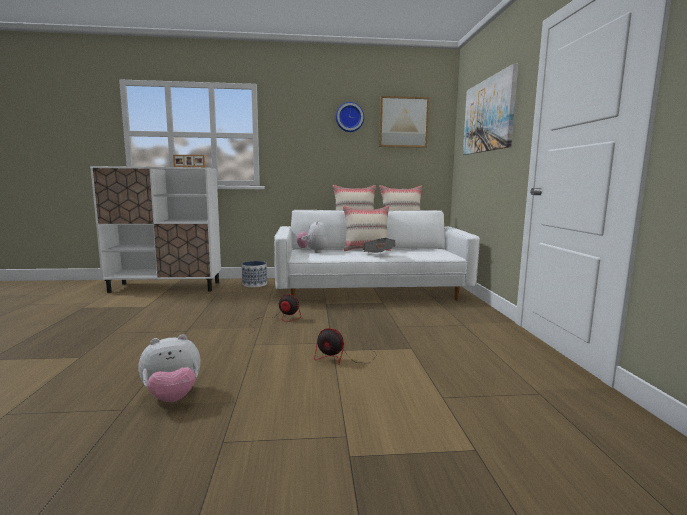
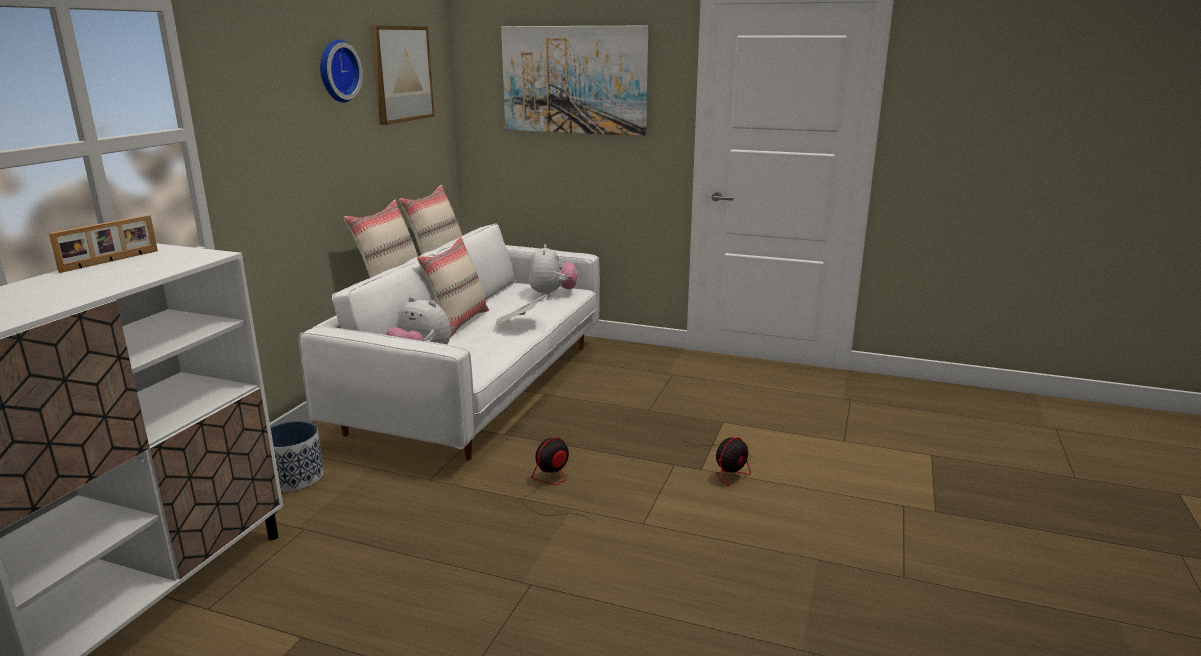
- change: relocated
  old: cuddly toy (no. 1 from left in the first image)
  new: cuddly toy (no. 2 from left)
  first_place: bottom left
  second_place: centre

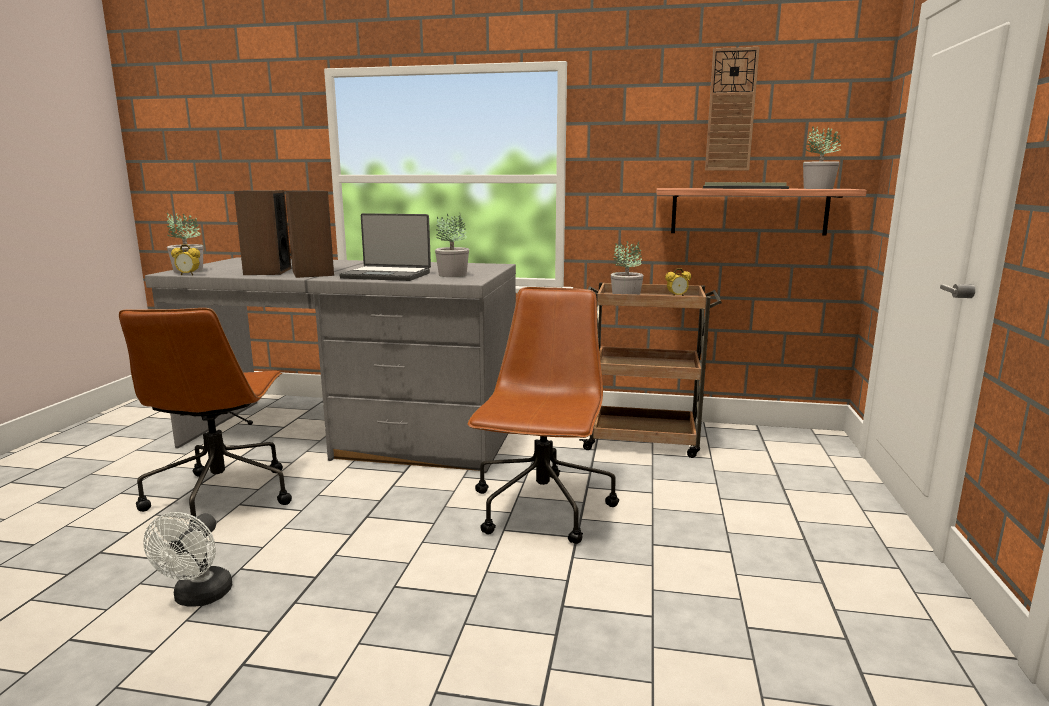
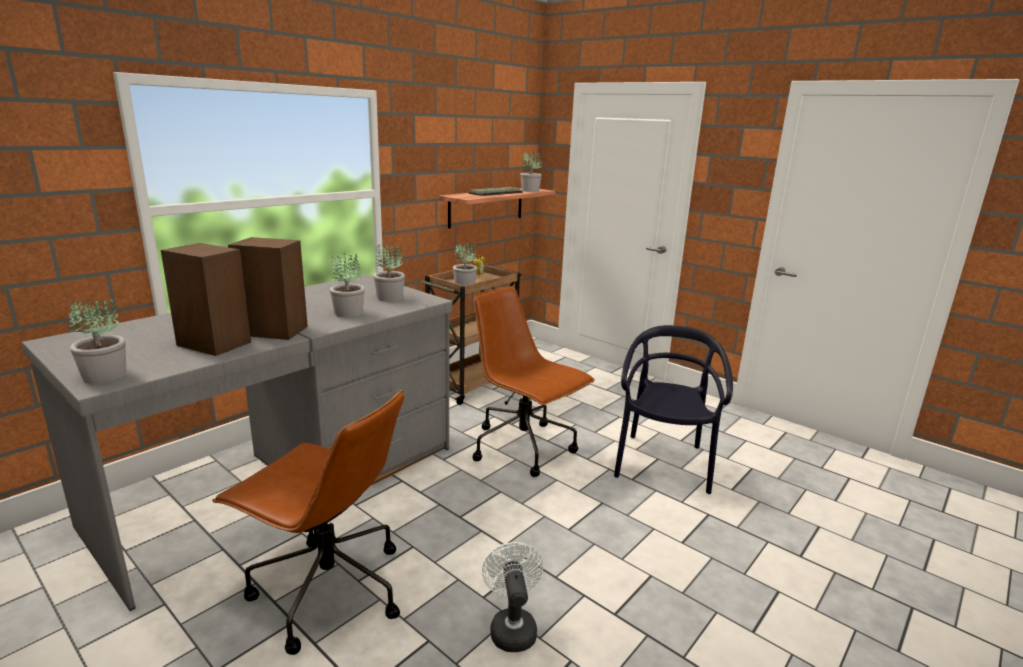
- change: exchanged
  old: notebook computer
  new: potted plant (no. 2 from left)
  first_place: centre
  second_place: centre
- change: spun
  old: white fan
  first_place: bottom left
  second_place: bottom centre
  degrees: -135
- change: appeared
  new: black-coloured upright chair
  second_place: centre
- change: missing
  old: bedside clock (no. 1 from left)
  first_place: middle left
- change: missing
  old: wall clock
  first_place: top right

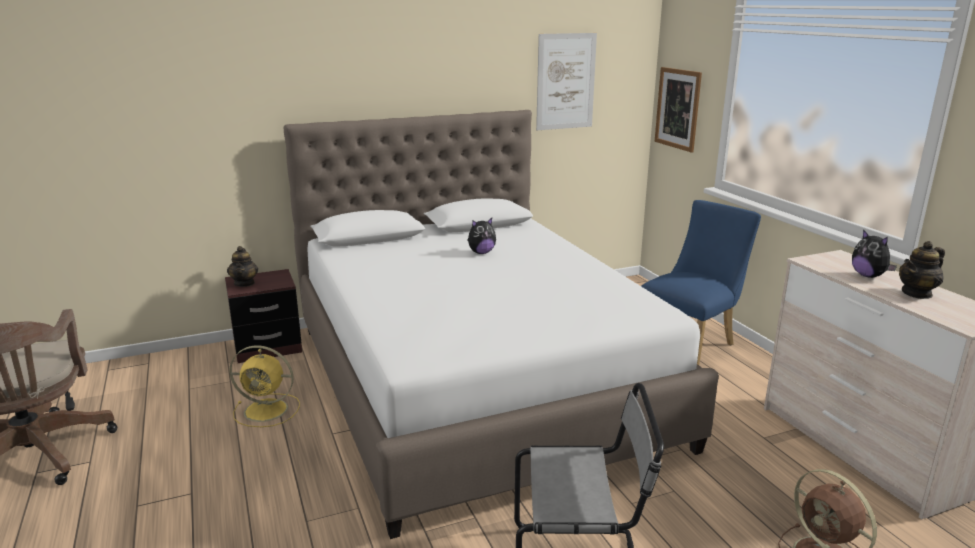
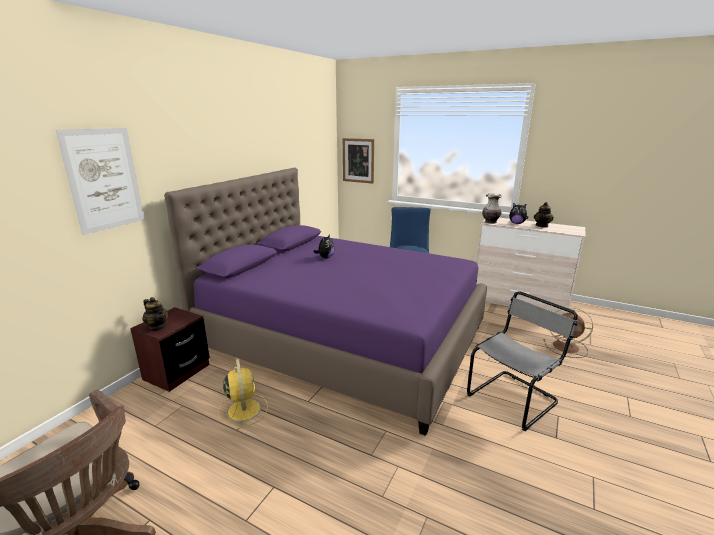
- change: relocated
  old: wall picture (no. 1 from left)
  first_place: top centre
  second_place: middle left
- change: colour
  old: white bedroom bed
  new: purple bedroom bed
  first_place: centre
  second_place: centre
- change: spun
  old: yellow-coloured fan
  first_place: bottom left
  second_place: bottom centre
  degrees: -75
- change: appeared
  new: flower vase
  second_place: middle right

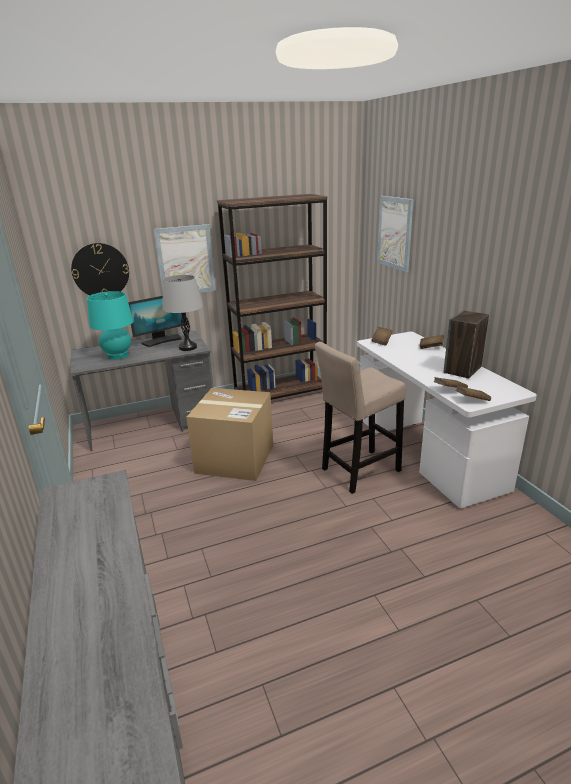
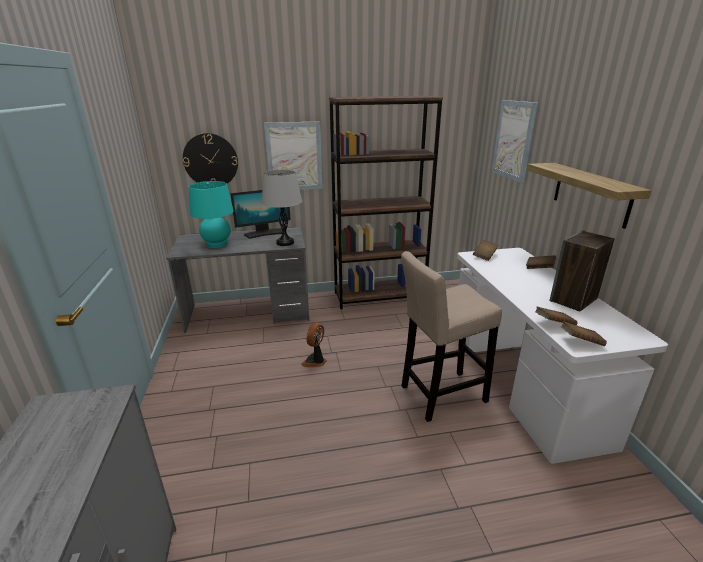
- change: exchanged
  old: carton
  new: fan
  first_place: centre
  second_place: centre
- change: appeared
  new: shelf
  second_place: middle right

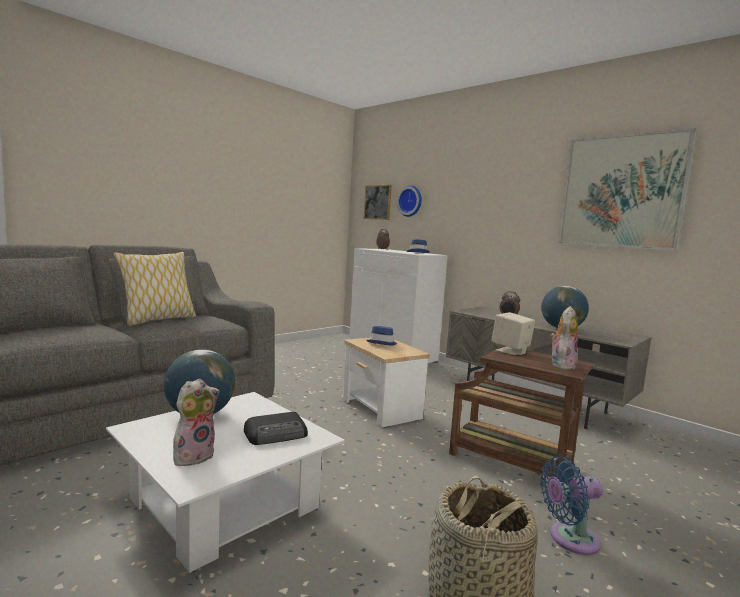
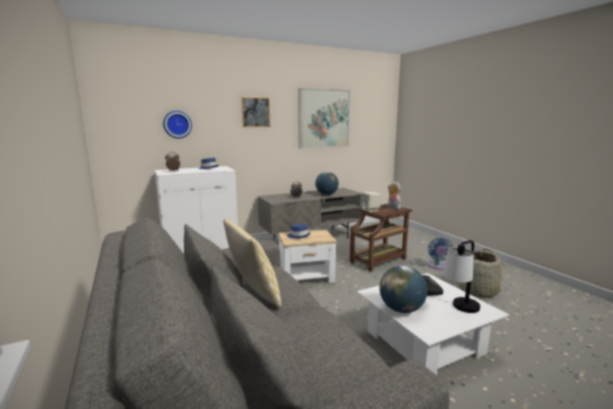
- change: relocated
  old: wall picture (no. 1 from left)
  first_place: centre
  second_place: top centre
- change: exchanged
  old: cuddly toy (no. 1 from left)
  new: tabletop lamp
  first_place: bottom left
  second_place: bottom right

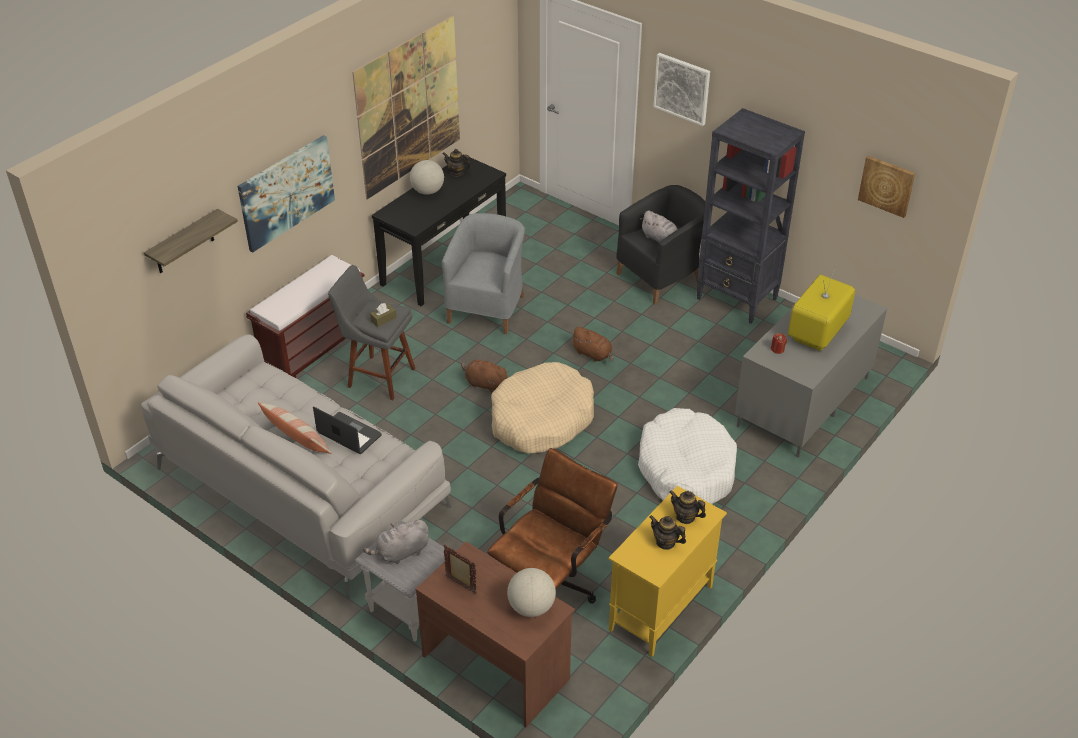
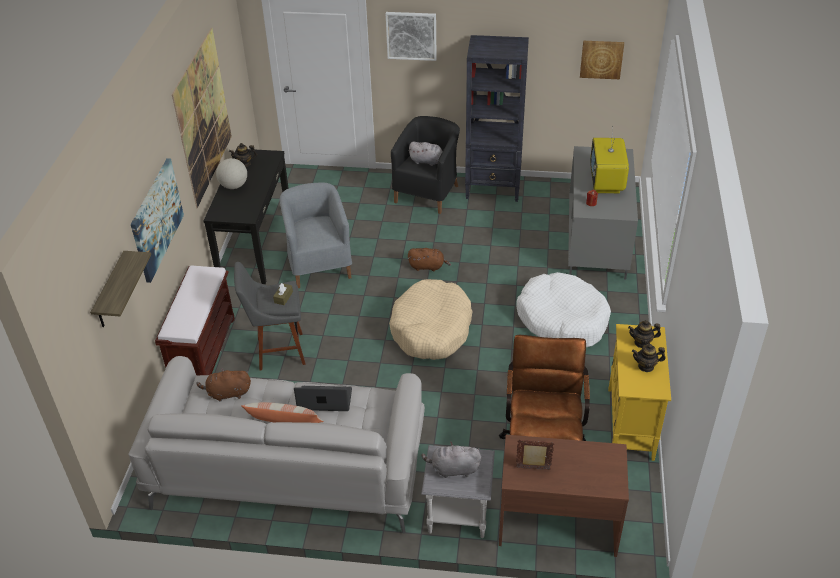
- change: relocated
  old: brown cuddly toy (no. 1 from left)
  first_place: centre
  second_place: middle left
- change: spun
  old: grey cuddly toy (no. 1 from left in the first image)
  first_place: bottom centre
  second_place: bottom centre
  degrees: 60
- change: missing
  old: globe (no. 2 from left)
  first_place: bottom centre

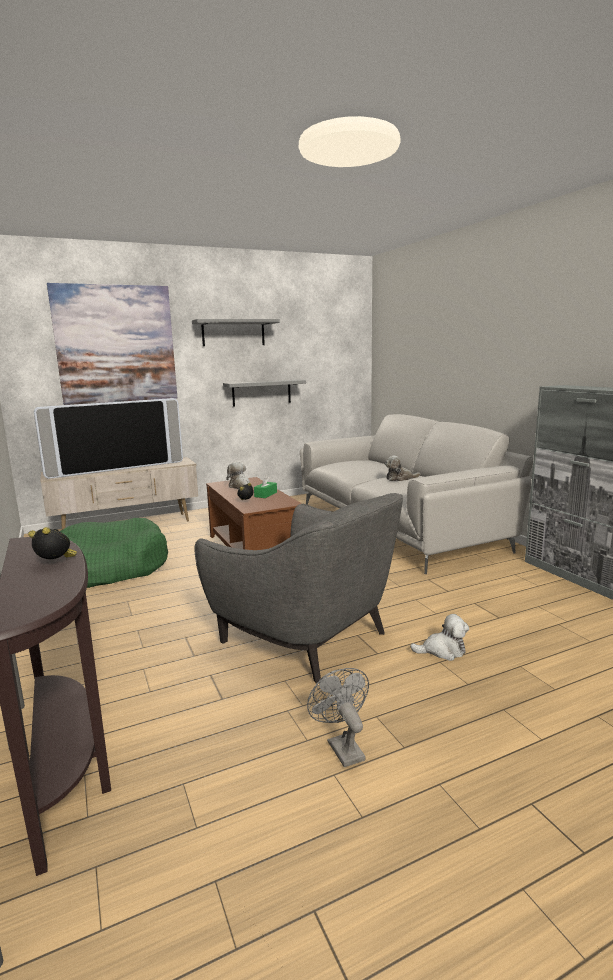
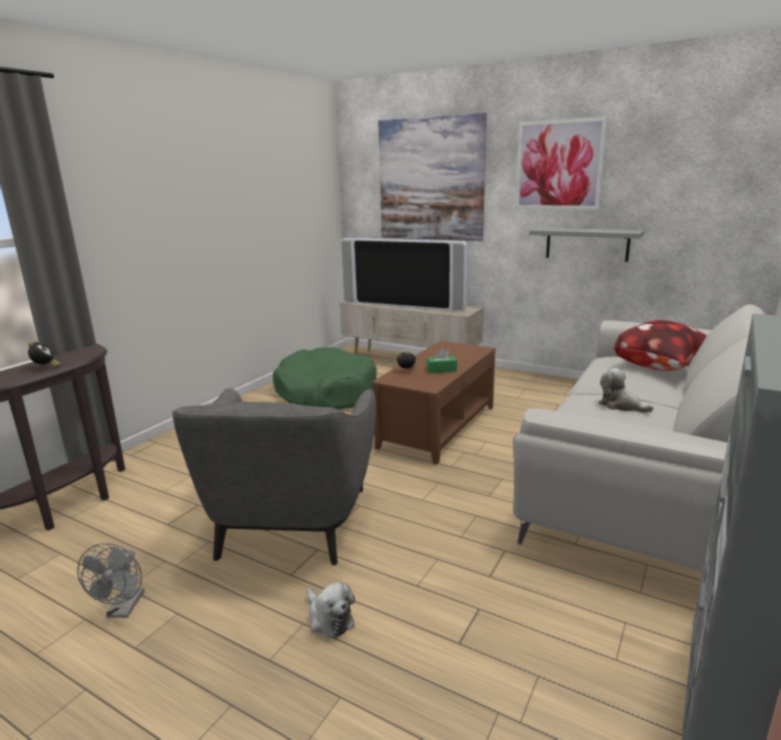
- change: spun
  old: grey fan
  first_place: bottom centre
  second_place: bottom left
  degrees: 150
- change: exchanged
  old: grey shelf (no. 1 from left)
  new: wall picture (no. 2 from left)
  first_place: centre
  second_place: top right
- change: appeared
  new: throw pillow
  second_place: middle right
- change: missing
  old: cuddly toy (no. 1 from left)
  first_place: centre

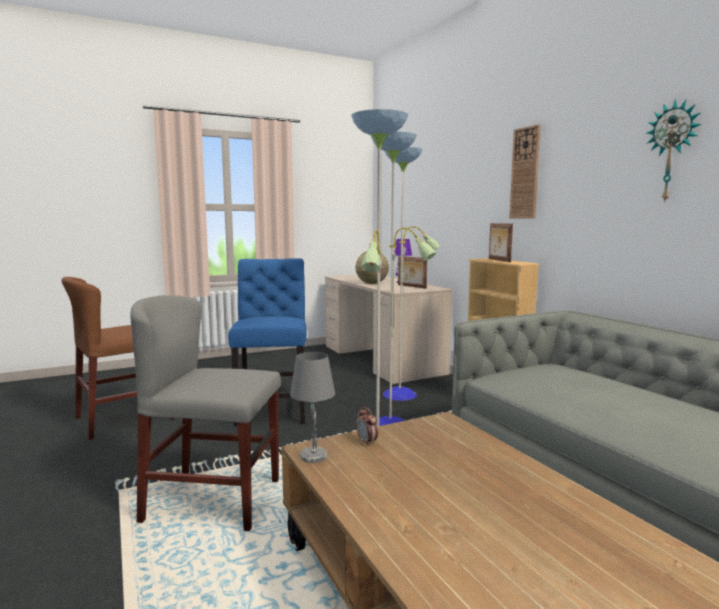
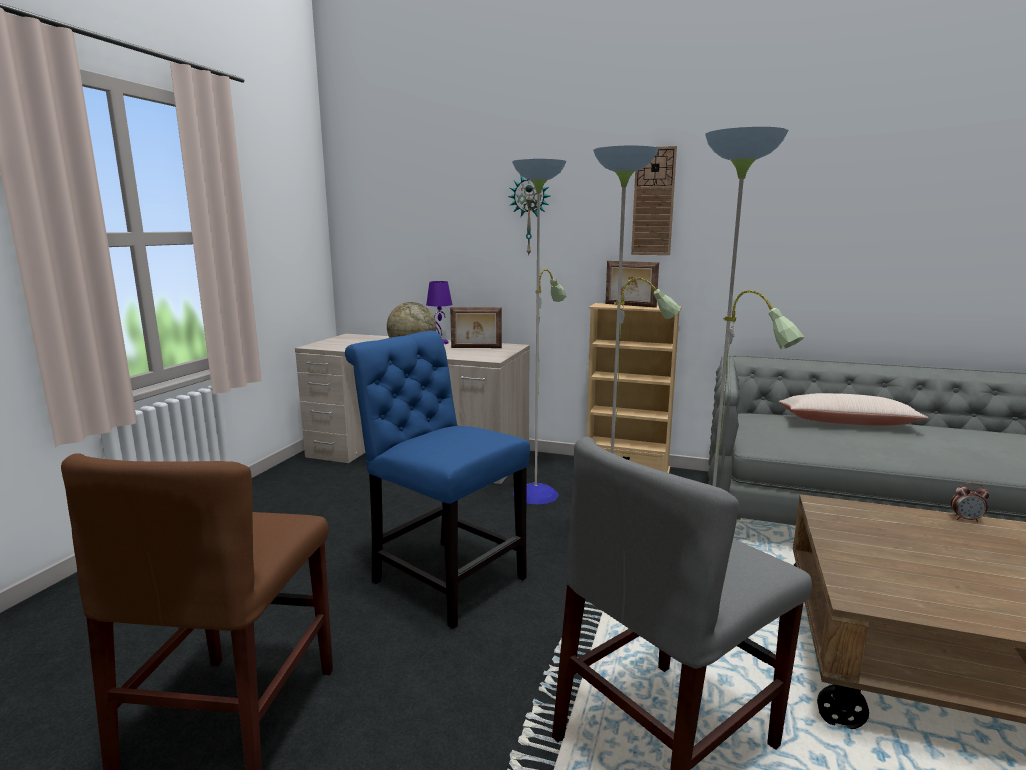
- change: relocated
  old: wall clock (no. 2 from left in the first image)
  new: wall clock (no. 1 from left)
  first_place: top right
  second_place: top centre
- change: appeared
  new: beige-coloured throw pillow
  second_place: middle right
- change: relocated
  old: bedside clock
  first_place: bottom centre
  second_place: middle right
- change: missing
  old: grey tabletop lamp
  first_place: bottom centre

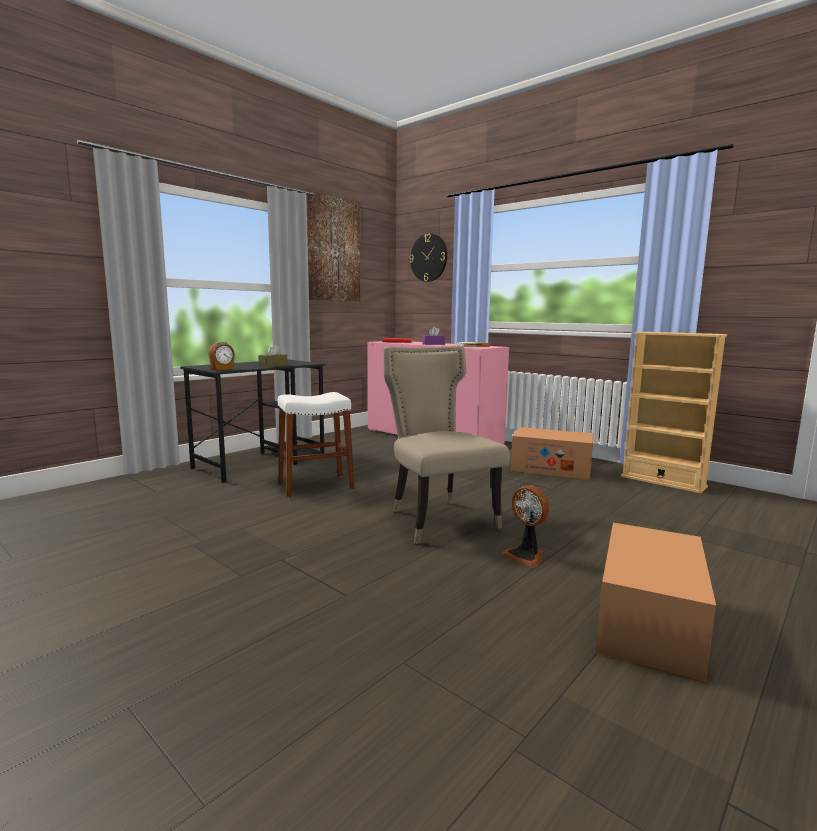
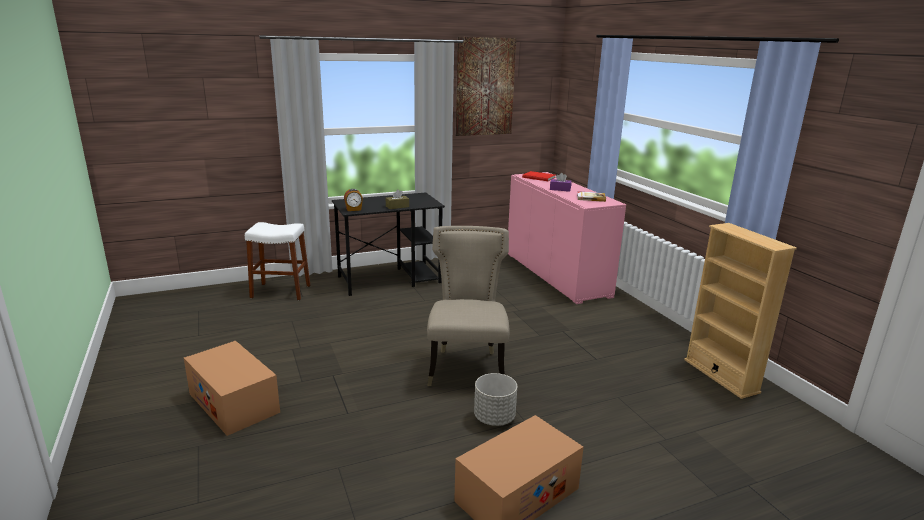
- change: relocated
  old: carton (no. 1 from left)
  first_place: middle right
  second_place: bottom left
- change: relocated
  old: white sitting stool
  first_place: centre
  second_place: middle left
- change: exchanged
  old: fan
  new: grey flower pot
  first_place: centre
  second_place: bottom centre
- change: missing
  old: wall clock
  first_place: top centre

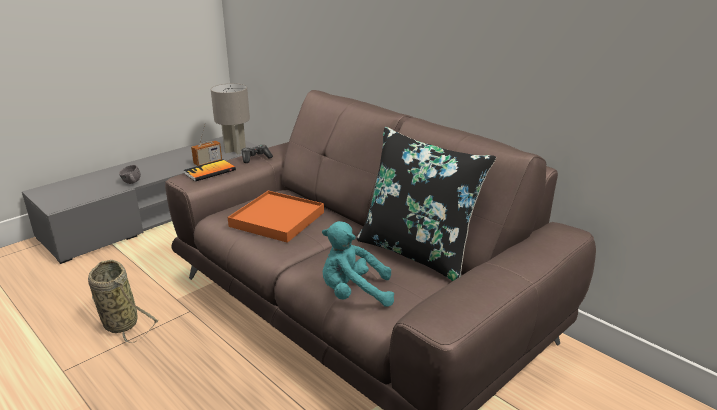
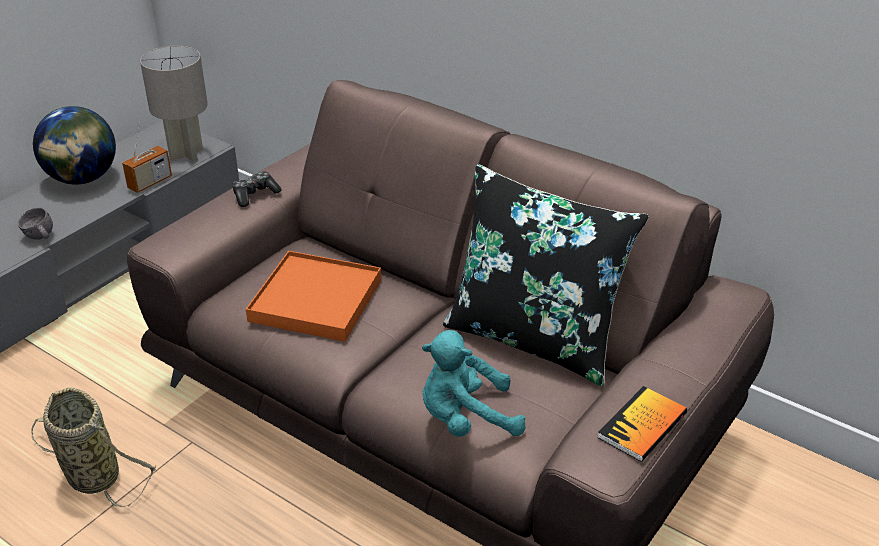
- change: appeared
  new: globe
  second_place: top left
- change: relocated
  old: bound book
  first_place: middle left
  second_place: bottom right

